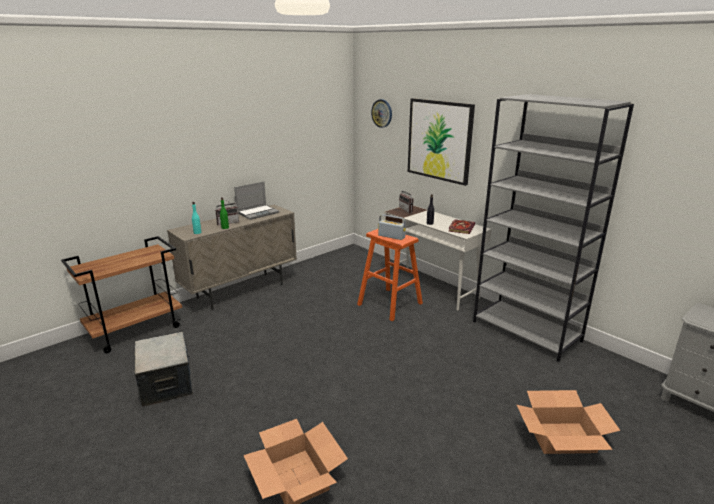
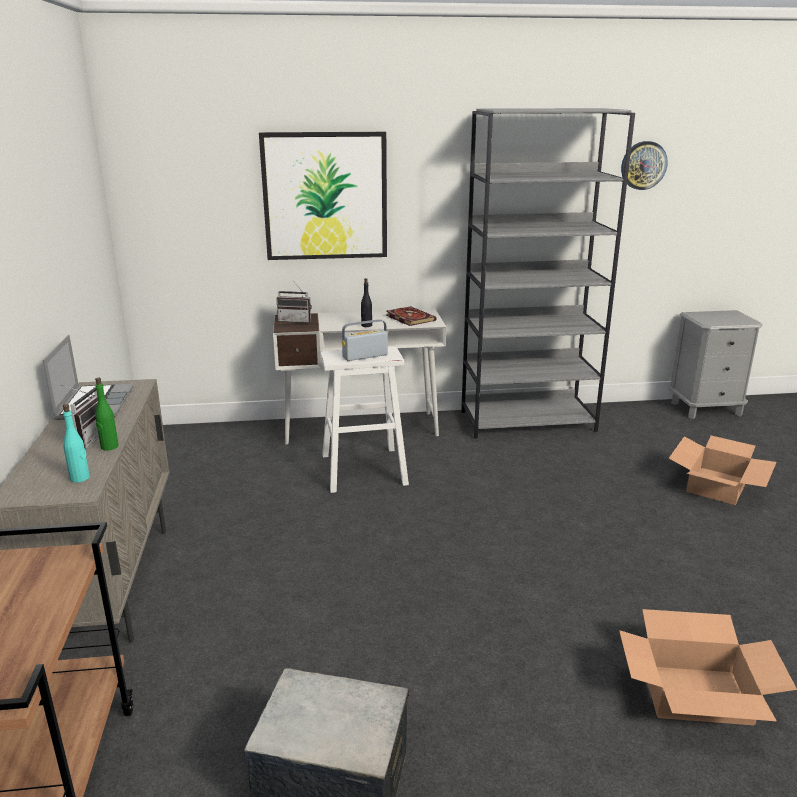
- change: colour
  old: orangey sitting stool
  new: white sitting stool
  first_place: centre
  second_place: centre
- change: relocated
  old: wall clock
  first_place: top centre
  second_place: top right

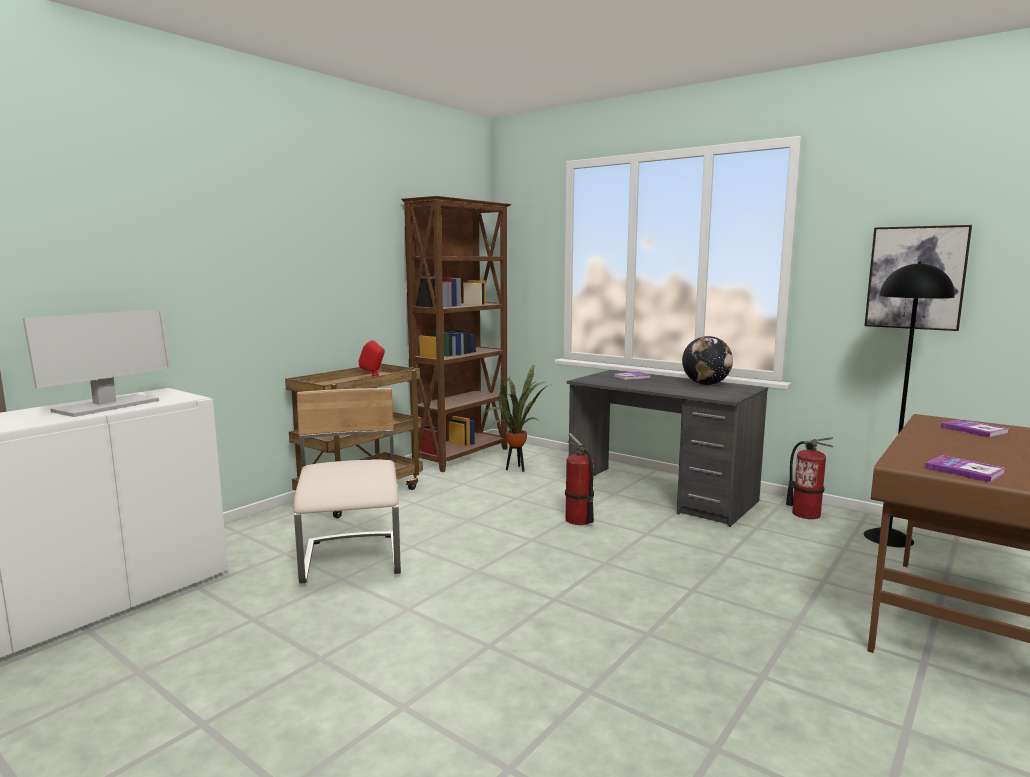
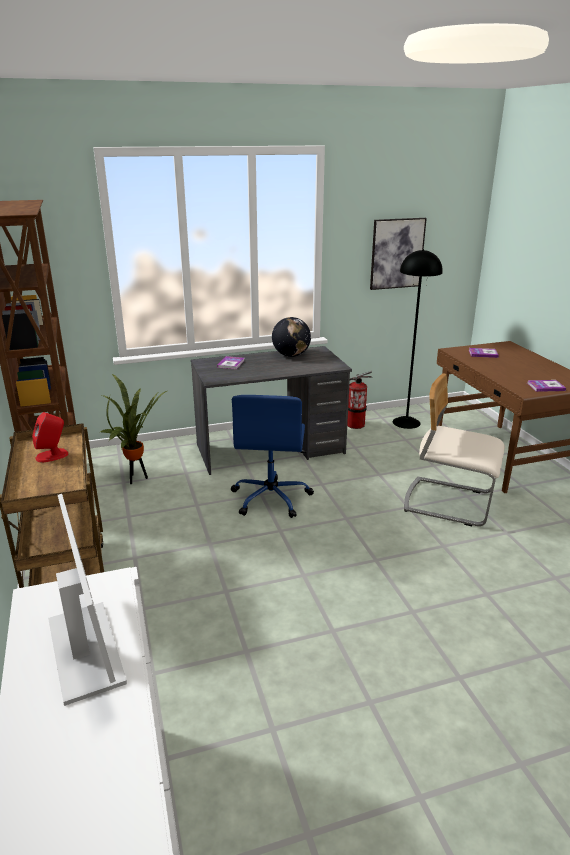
- change: exchanged
  old: fire extinguisher (no. 1 from left)
  new: bluish computer chair
  first_place: centre
  second_place: centre
- change: relocated
  old: beige-coloured upright chair
  first_place: centre
  second_place: middle right

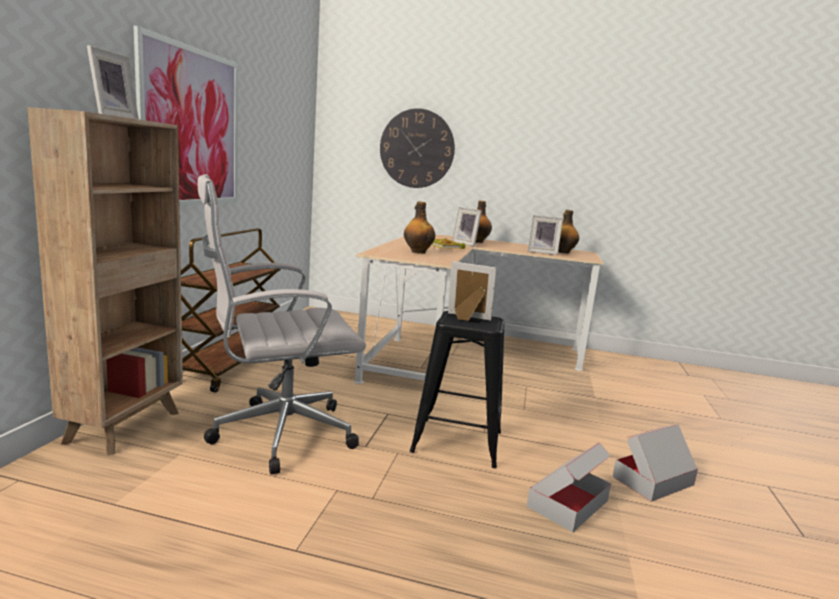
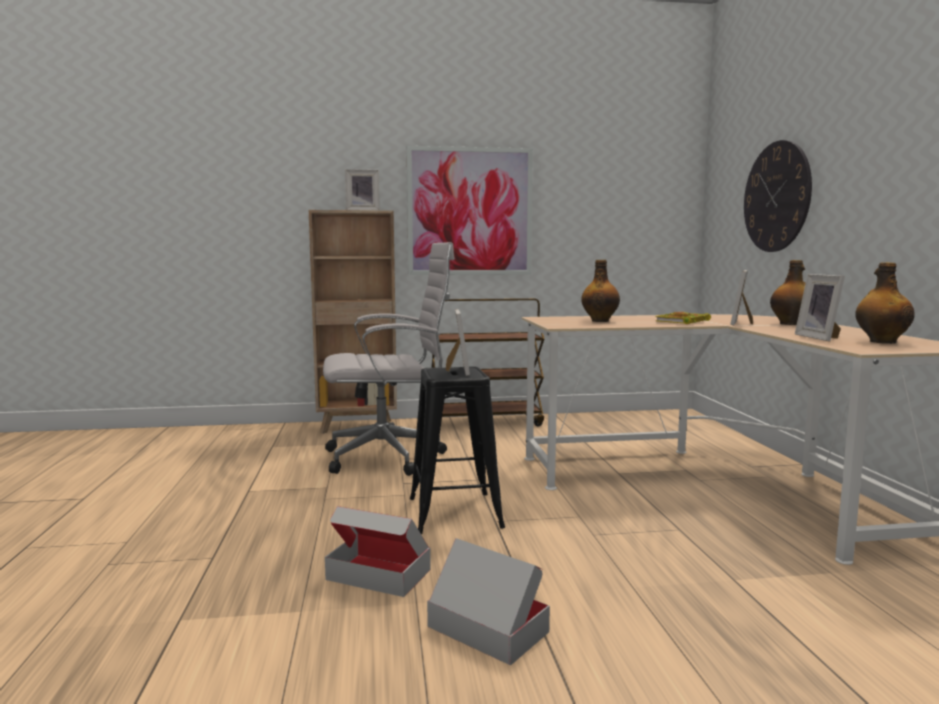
- change: spun
  old: white computer chair
  first_place: centre
  second_place: centre
  degrees: 120

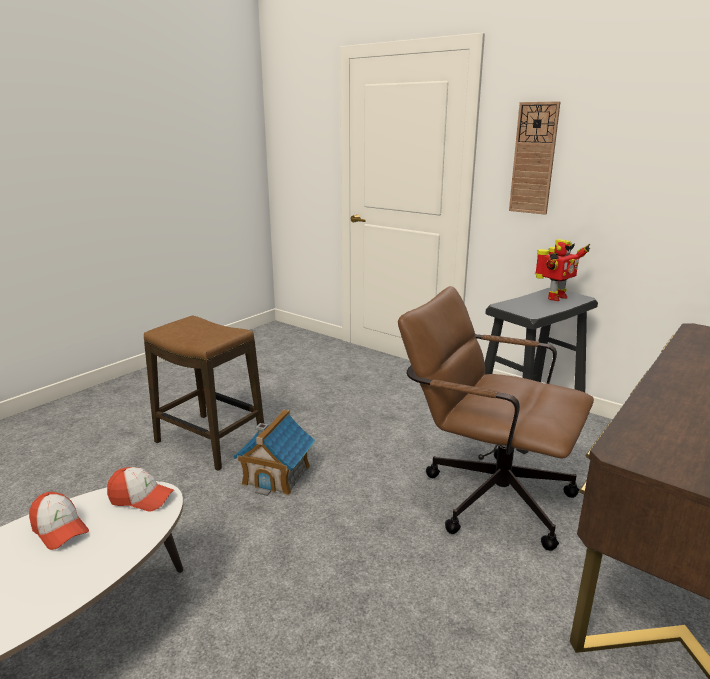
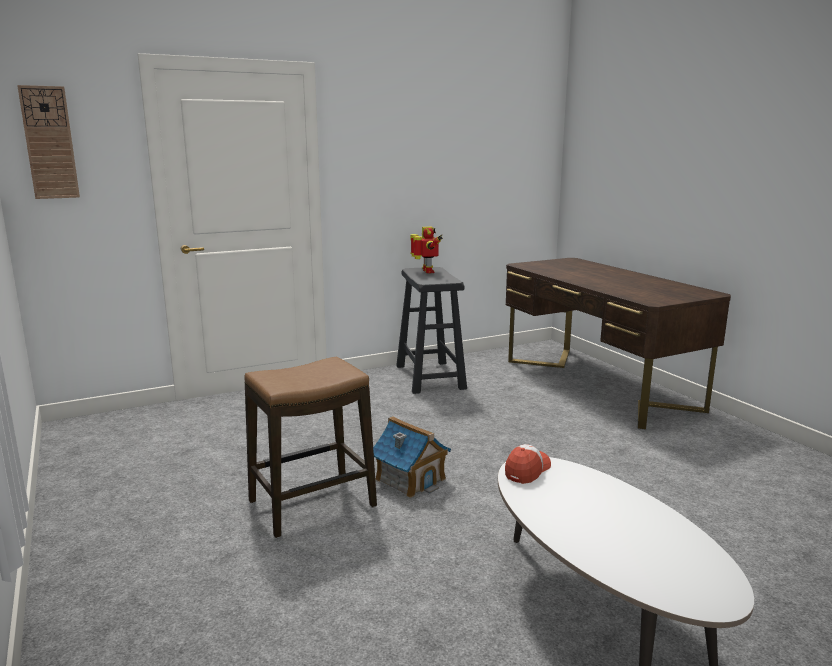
- change: relocated
  old: wall clock
  first_place: top right
  second_place: top left
- change: missing
  old: baseball cap (no. 1 from left)
  first_place: bottom left
- change: missing
  old: brown computer chair
  first_place: middle right

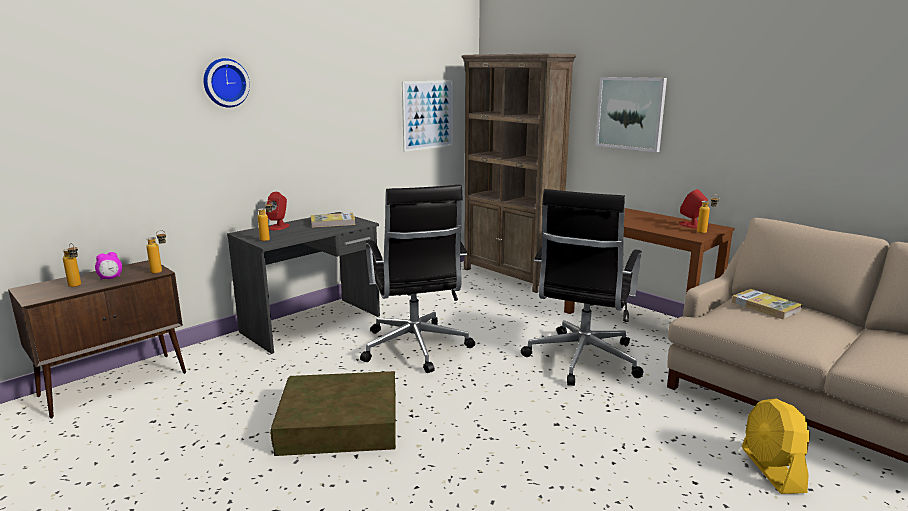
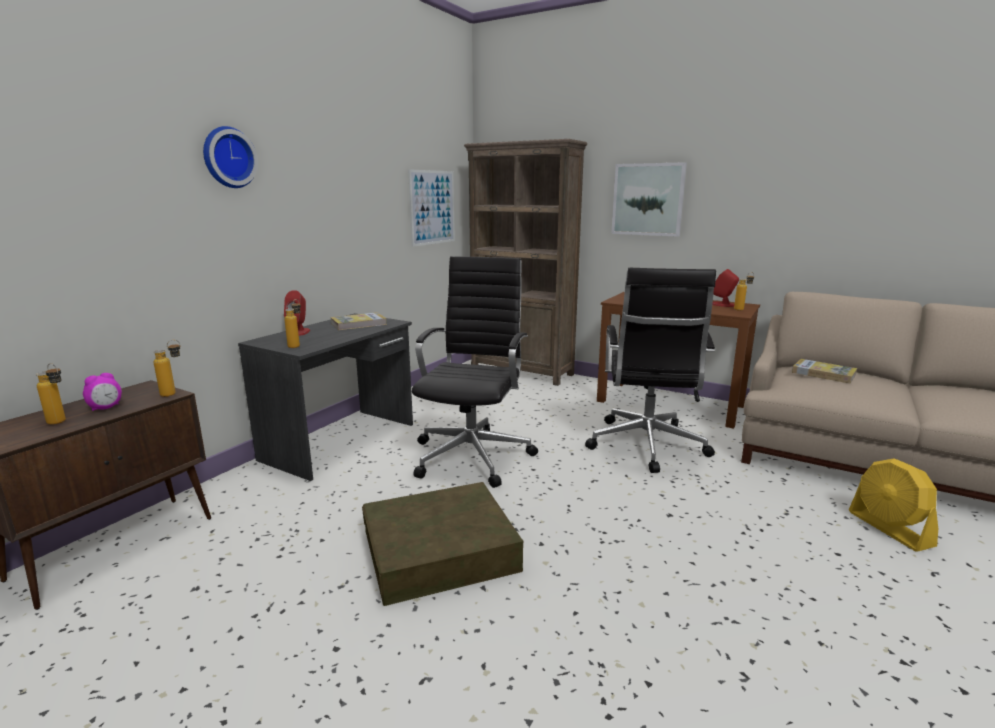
- change: spun
  old: black-coloured computer chair (no. 1 from left)
  first_place: centre
  second_place: centre
  degrees: -135

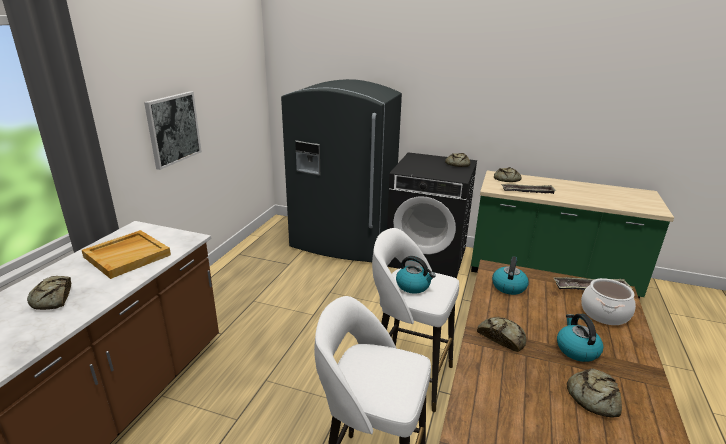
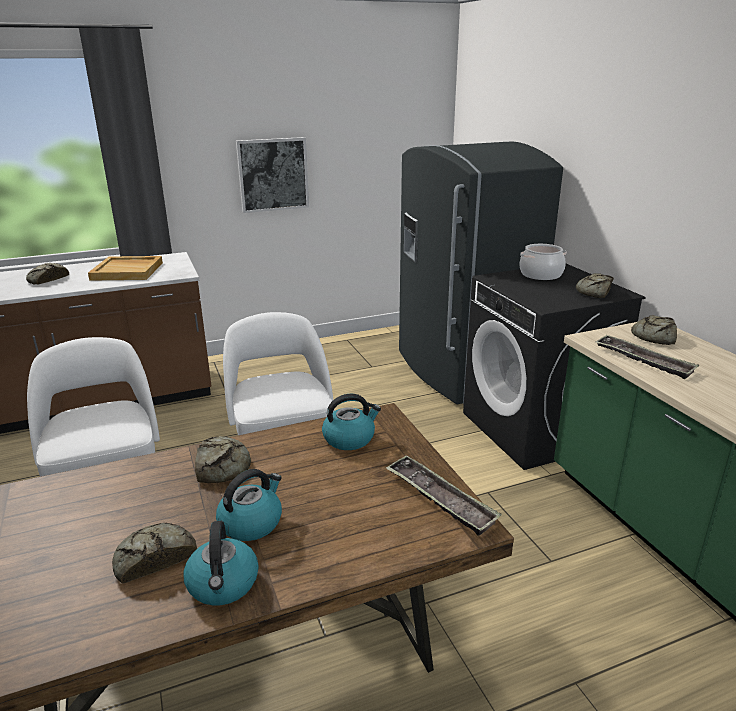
- change: relocated
  old: tea kettle (no. 1 from left)
  first_place: centre
  second_place: bottom left
- change: relocated
  old: cooking pot
  first_place: bottom right
  second_place: middle right

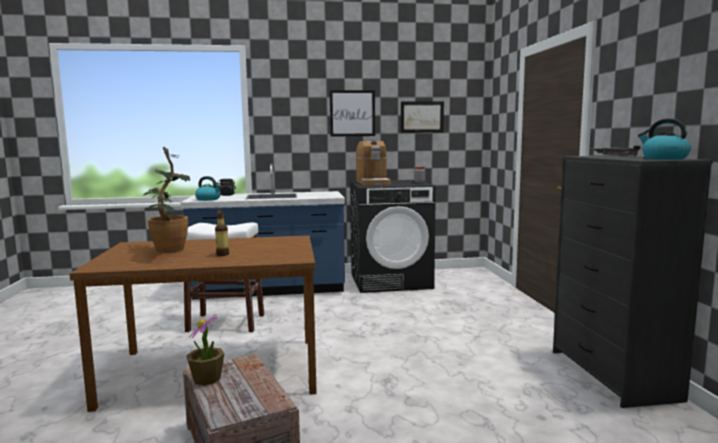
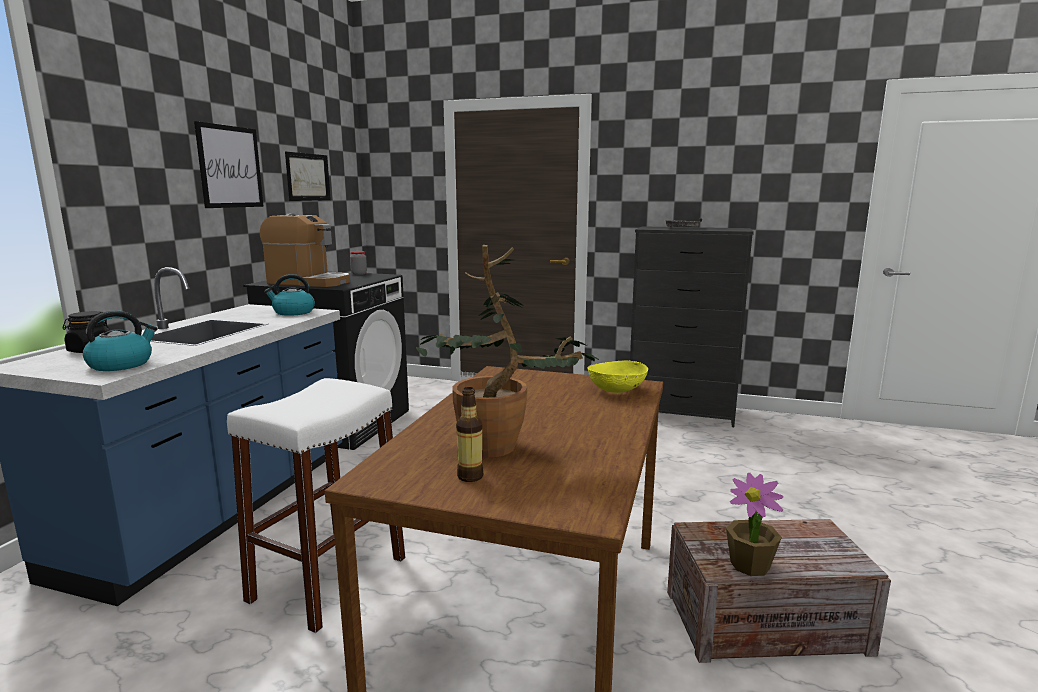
- change: relocated
  old: tea kettle (no. 2 from left)
  first_place: top right
  second_place: middle left
- change: relocated
  old: beverage bottle
  first_place: middle left
  second_place: centre
- change: appeared
  new: yellow-coloured deep dish
  second_place: centre

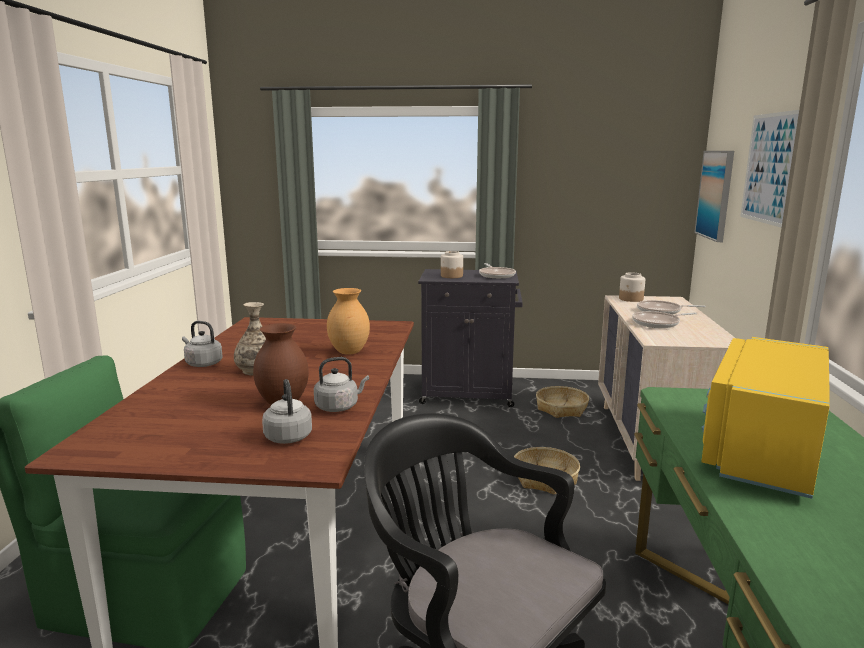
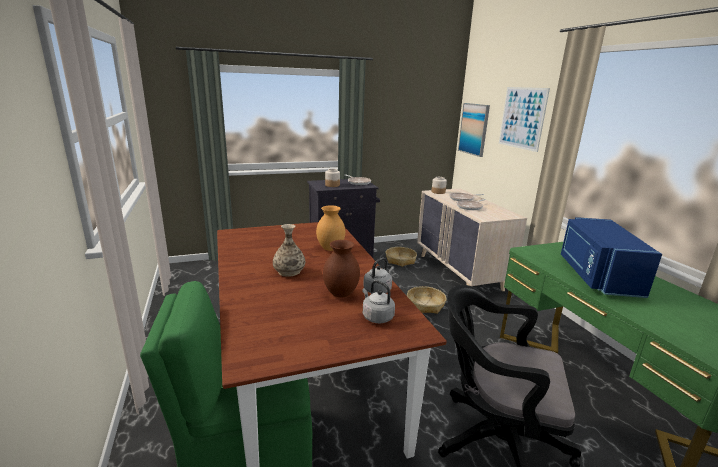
- change: colour
  old: yellow-coloured microwave oven
  new: bluish microwave oven
  first_place: middle right
  second_place: middle right
- change: missing
  old: grey tea kettle (no. 1 from left)
  first_place: middle left

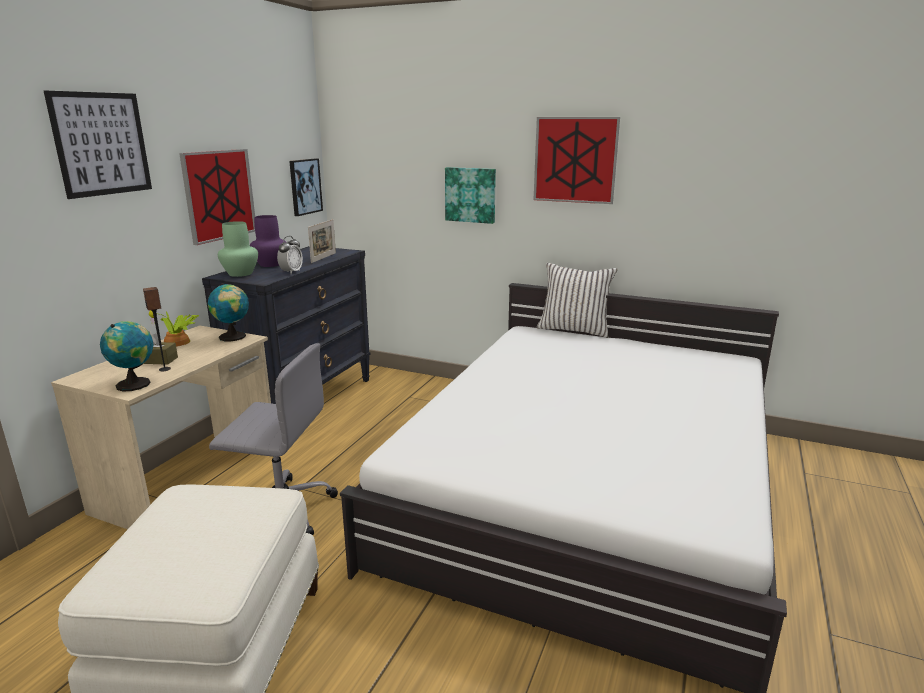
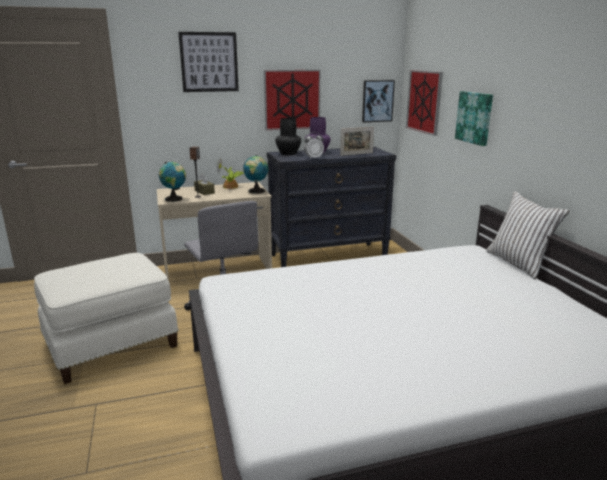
- change: colour
  old: greenish flower vase
  new: black-coloured flower vase
  first_place: middle left
  second_place: top centre
- change: relocated
  old: wall picture (no. 5 from left in the first image)
  new: wall picture (no. 4 from left)
  first_place: top centre
  second_place: top right

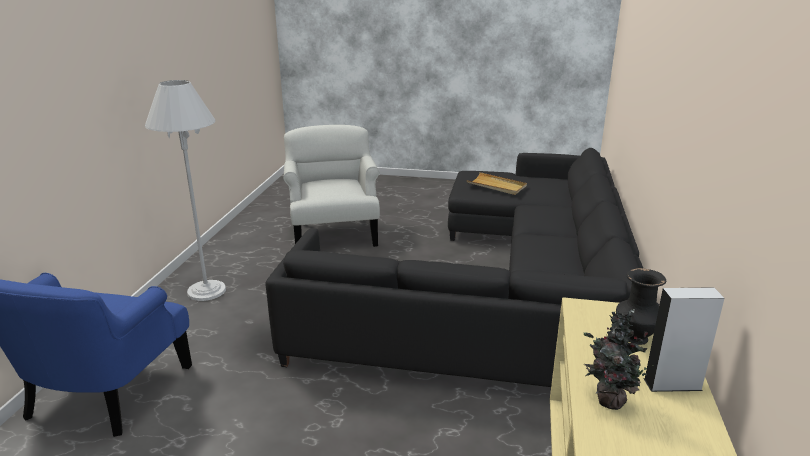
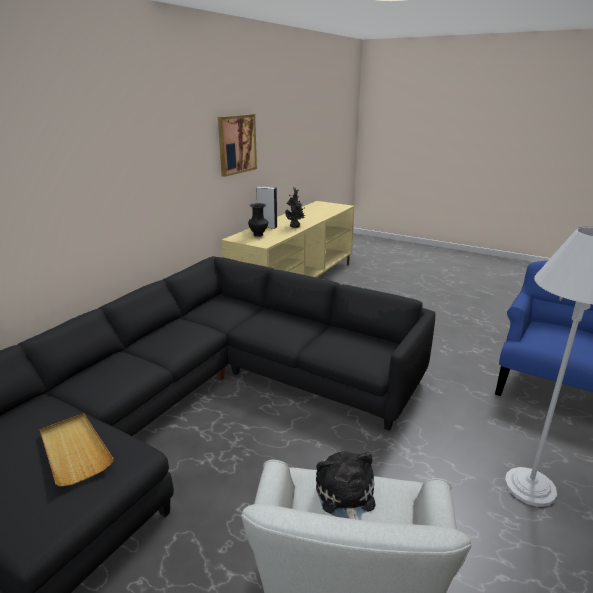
- change: appeared
  new: wall picture
  second_place: top centre
- change: appeared
  new: cuddly toy
  second_place: bottom centre

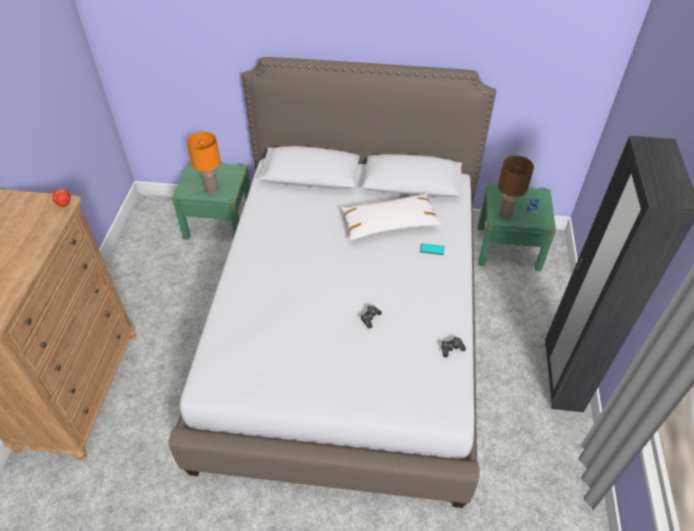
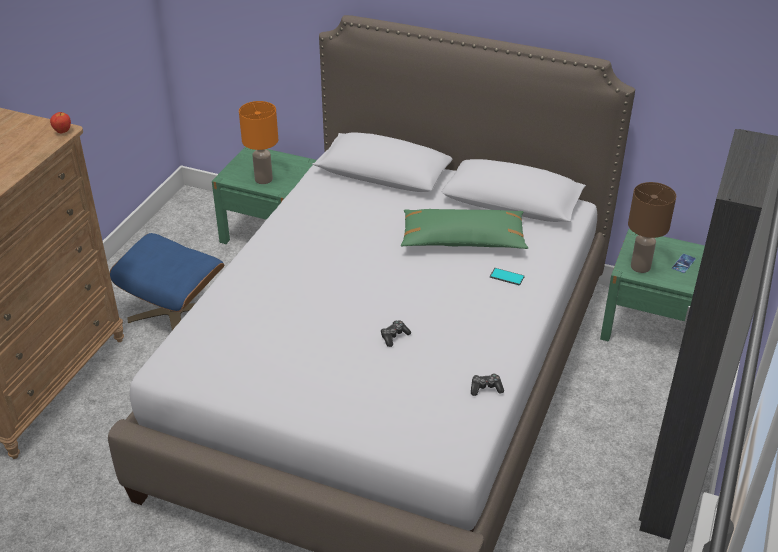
- change: appeared
  new: bluish pouffe
  second_place: middle left
- change: colour
  old: white throw pillow
  new: greenish throw pillow
  first_place: centre
  second_place: centre

